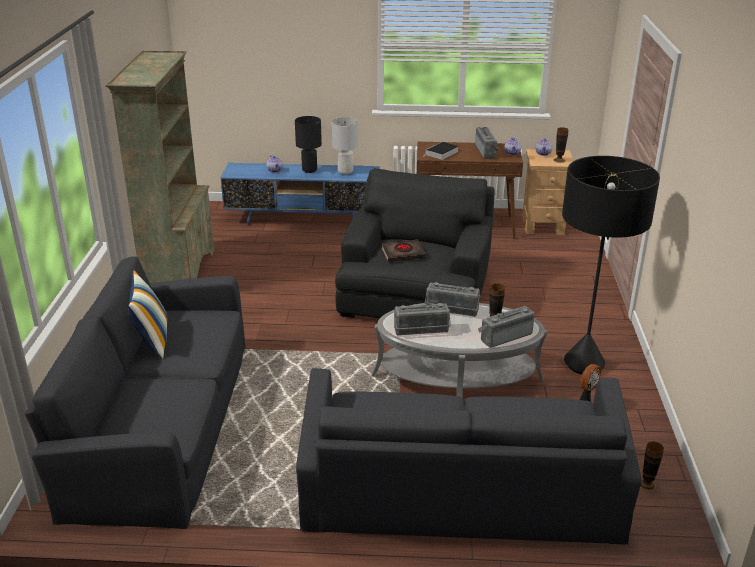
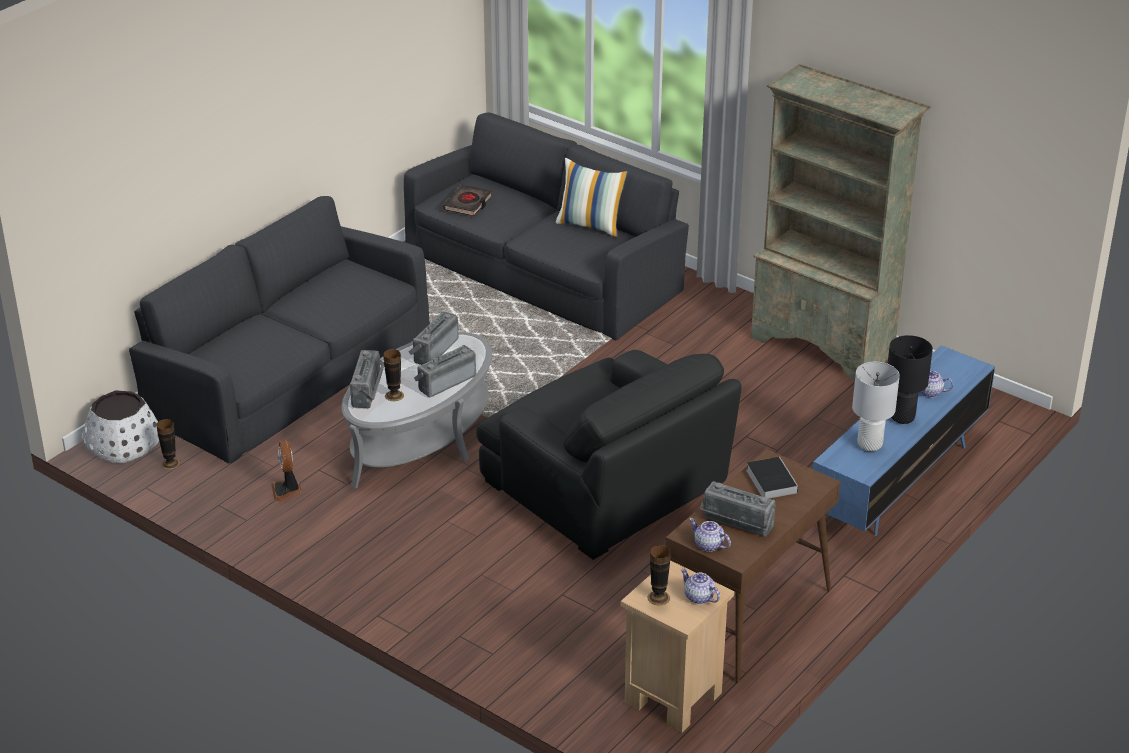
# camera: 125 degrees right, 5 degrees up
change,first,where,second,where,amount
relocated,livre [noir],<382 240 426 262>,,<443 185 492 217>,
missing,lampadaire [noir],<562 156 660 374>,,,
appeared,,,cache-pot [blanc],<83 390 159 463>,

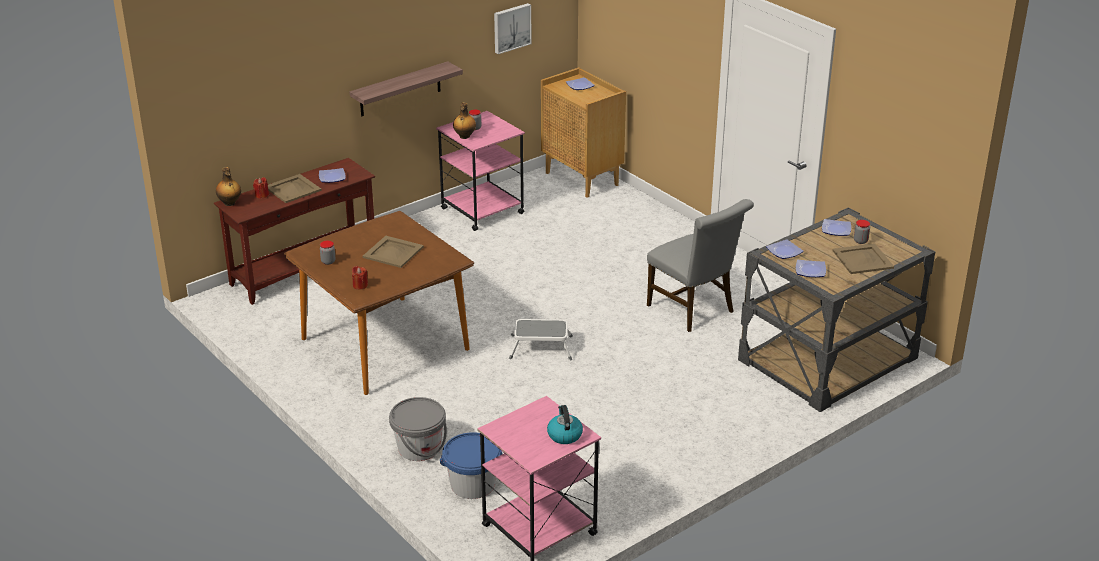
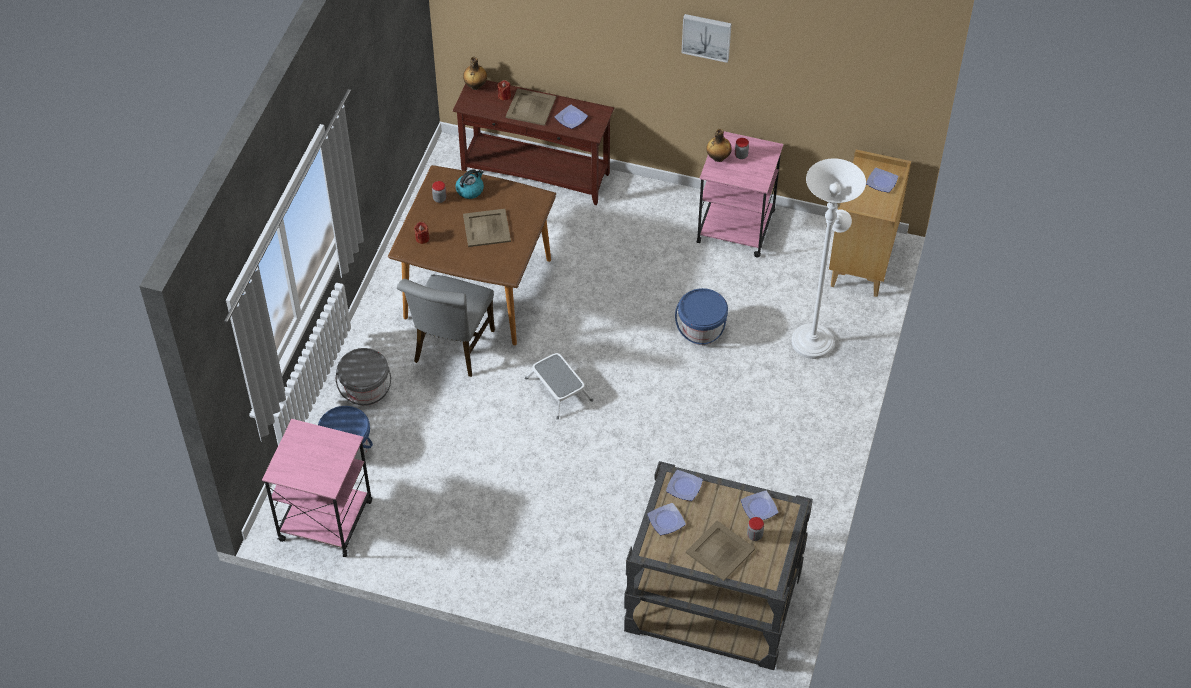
# camera: 55 degrees right, 20 degrees up
change,first,where,second,where,amount
missing,étagère,<349 61 463 116>,,,
relocated,tableau,<494 3 532 54>,,<682 14 732 63>,
relocated,bouilloire,<547 405 583 444>,,<455 169 484 199>,
relocated,chaise [gris],<647 199 754 332>,,<397 275 495 377>,
appeared,,,seau [bleu],<675 288 728 345>,
appeared,,,lampadaire [blanc],<792 159 866 359>,

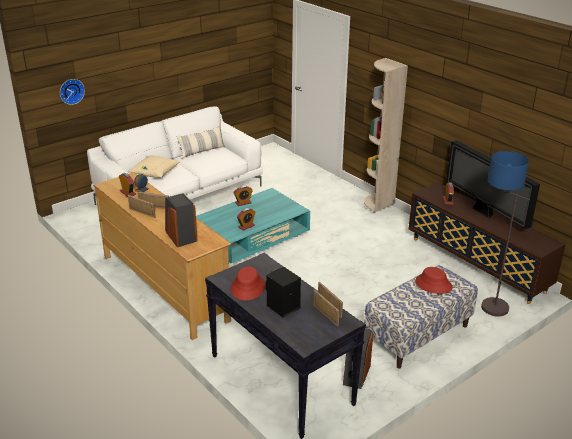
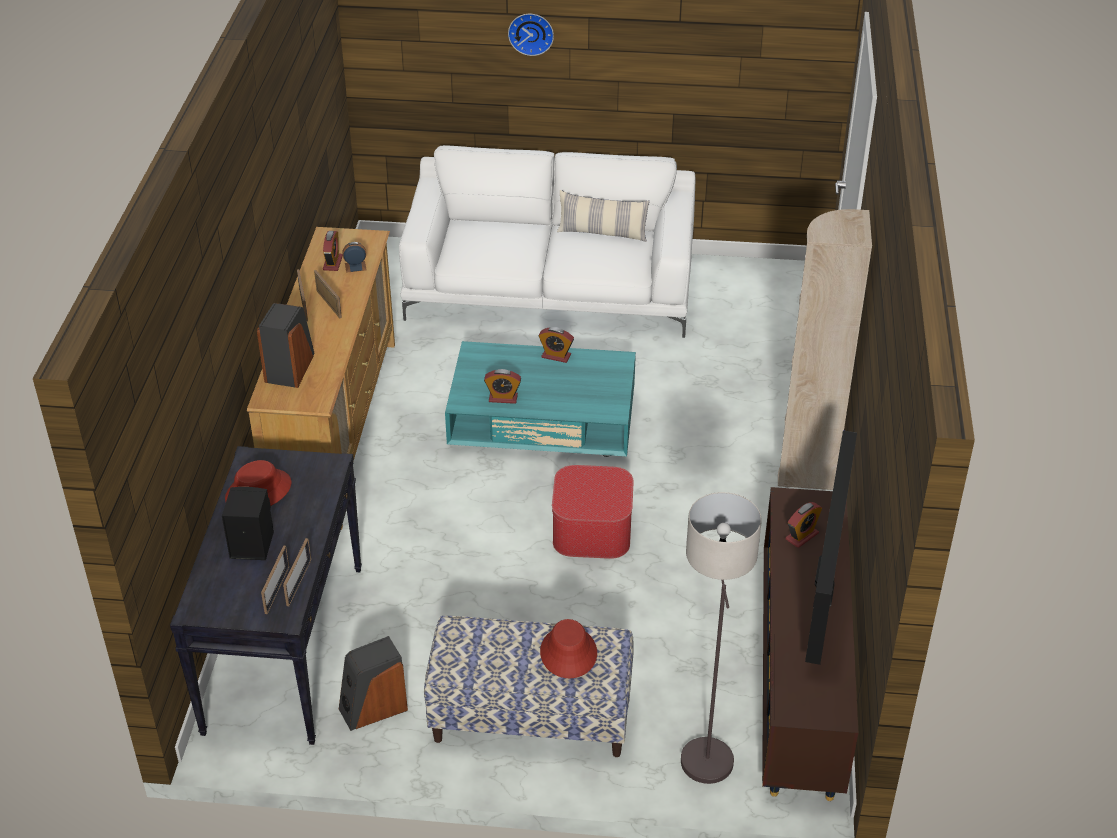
# camera: 45 degrees right, 10 degrees up
change,first,where,second,where,amount
relocated,horloge murale,<60 79 85 105>,,<508 14 554 56>,
missing,coussin [beige],<129 156 180 178>,,,
colour,lampadaire [bleu],<481 151 530 317>,lampadaire [gris],<681 492 762 784>,
appeared,,,pouf,<552 465 634 559>,

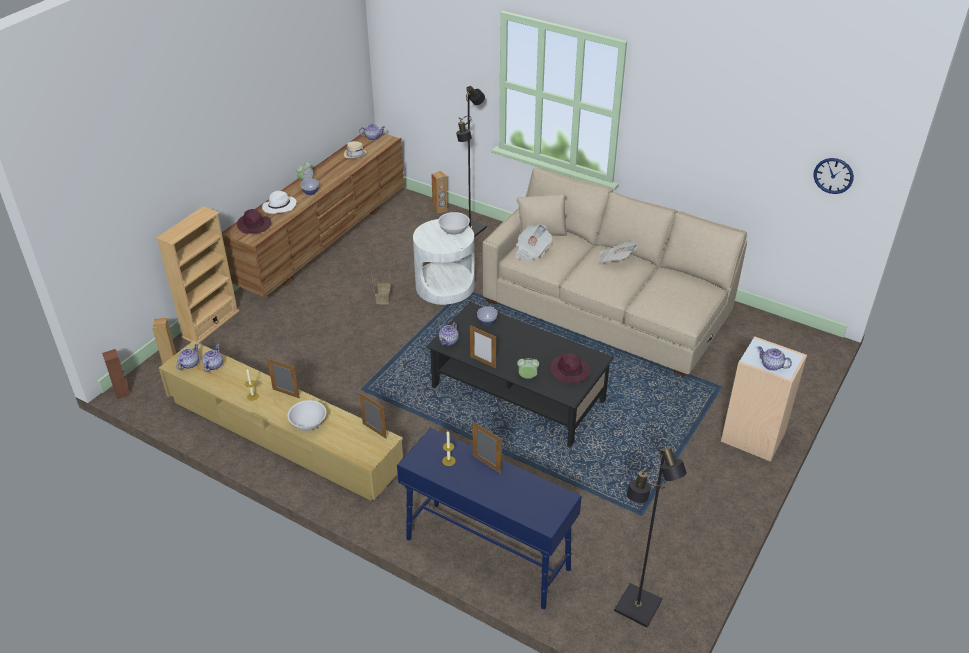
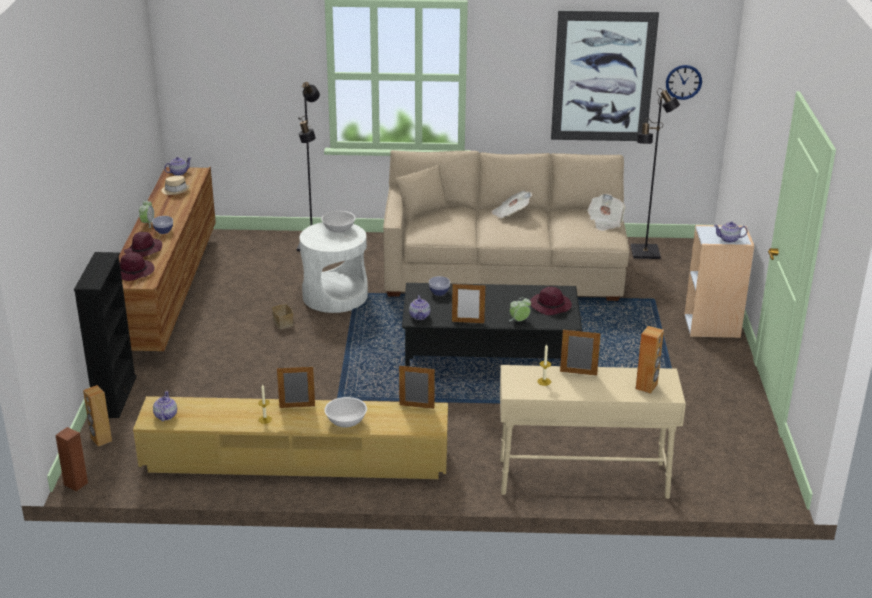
# camera: 30 degrees left, 10 degrees down
change,first,where,second,where,amount
colour,bibliothèque [beige],<156 206 239 343>,bibliothèque [noir],<74 252 137 418>,
missing,théière,<202 344 223 372>,,,
colour,chapeau [blanc],<262 191 297 214>,chapeau [violet],<124 232 162 257>,
colour,table console [bleu],<397 428 582 609>,table console [beige],<500 365 686 499>,
relocated,enceinte [marron],<431 171 448 213>,,<636 326 664 394>,
relocated,journal,<515 224 552 261>,,<587 193 626 231>,
relocated,lampadaire [noir],<614 443 687 627>,,<631 88 680 259>,
appeared,,,tableau,<551 10 659 141>,

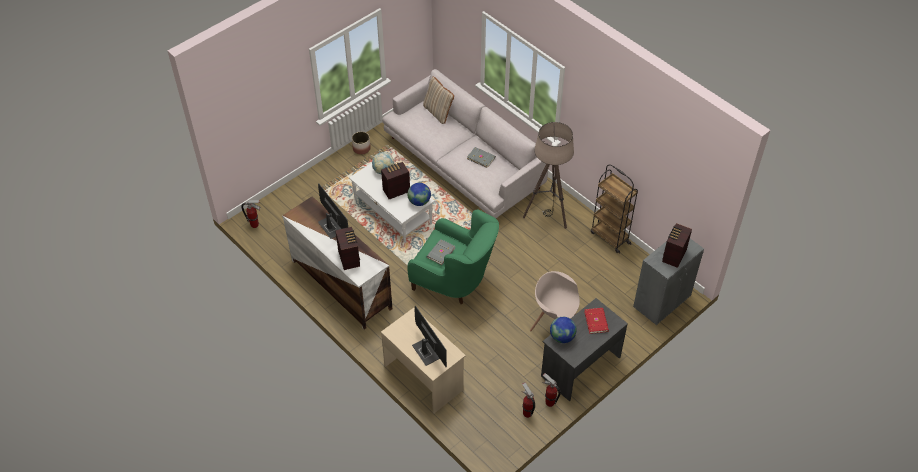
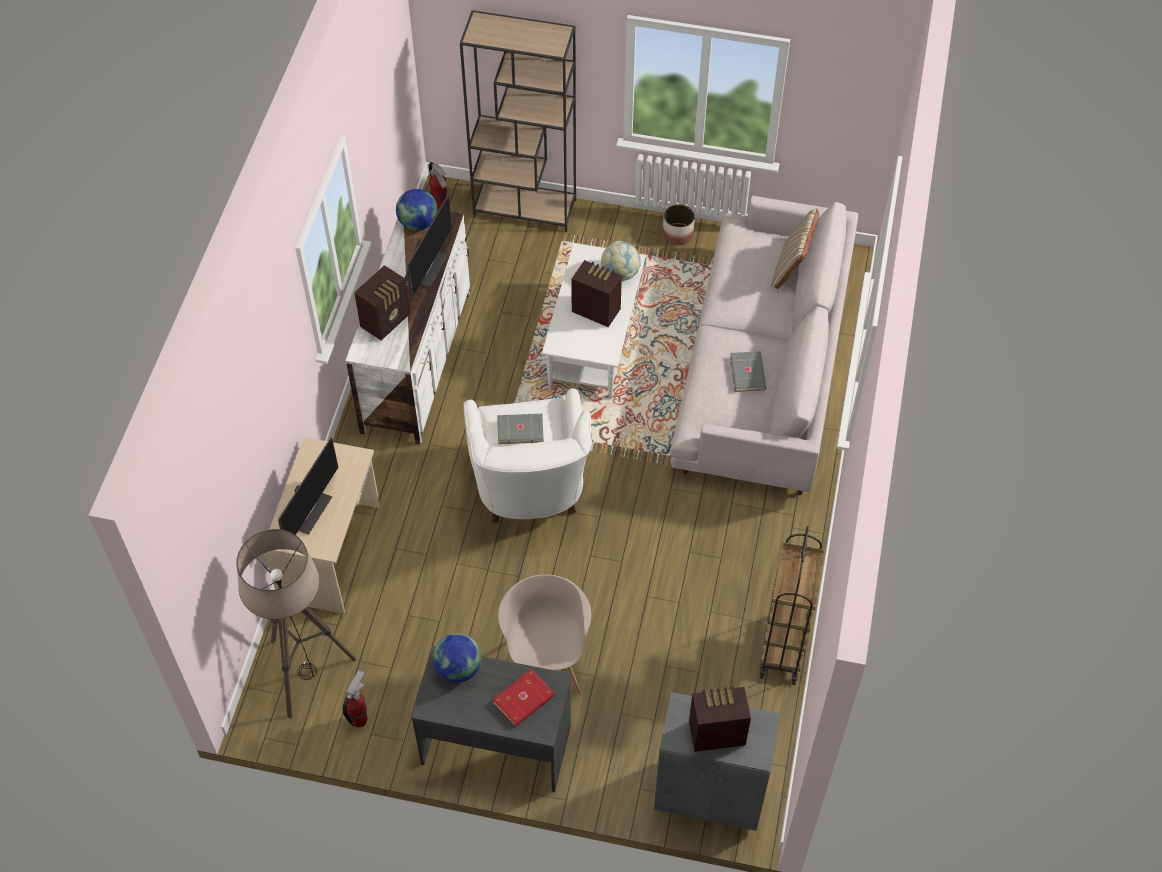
# camera: 55 degrees right, 5 degrees up
change,first,where,second,where,amount
relocated,globe,<407 183 431 206>,,<396 189 438 231>,
colour,fauteuil [vert],<408 210 499 304>,fauteuil [blanc],<464 388 592 523>,
relocated,lampadaire,<523 122 574 229>,,<236 529 356 718>,
missing,extincteur,<542 373 561 407>,,,
appeared,,,bibliothèque,<460 10 576 232>,

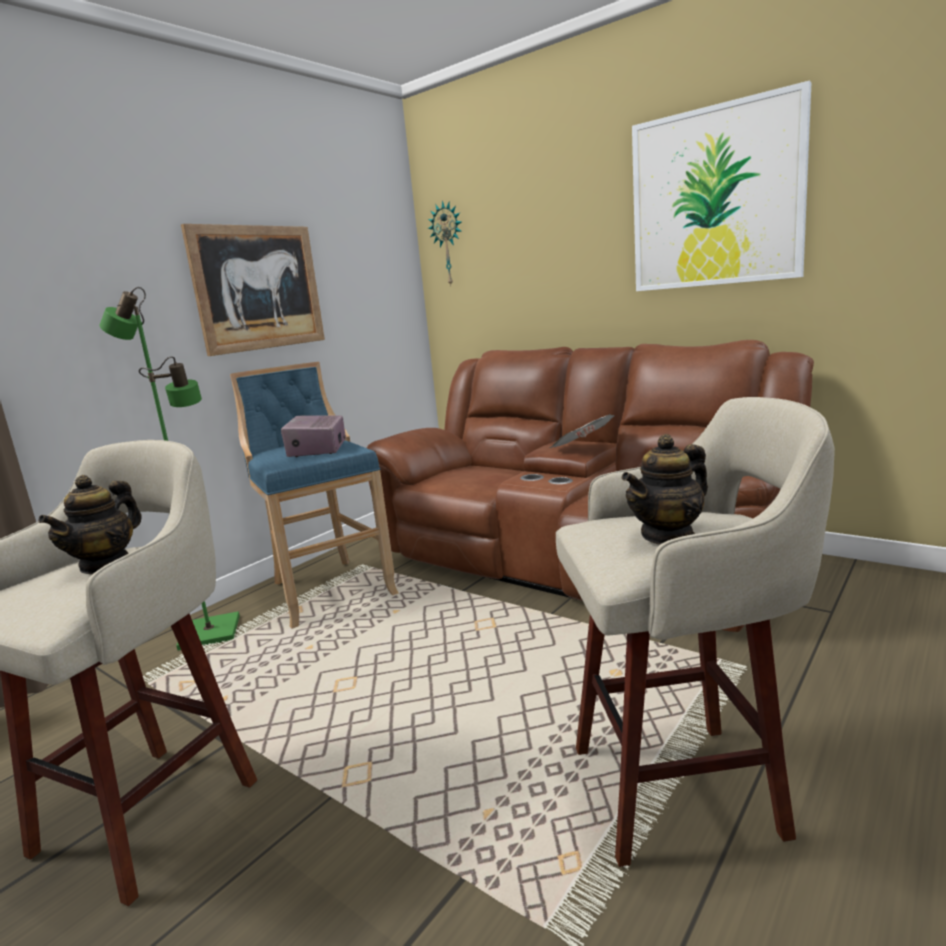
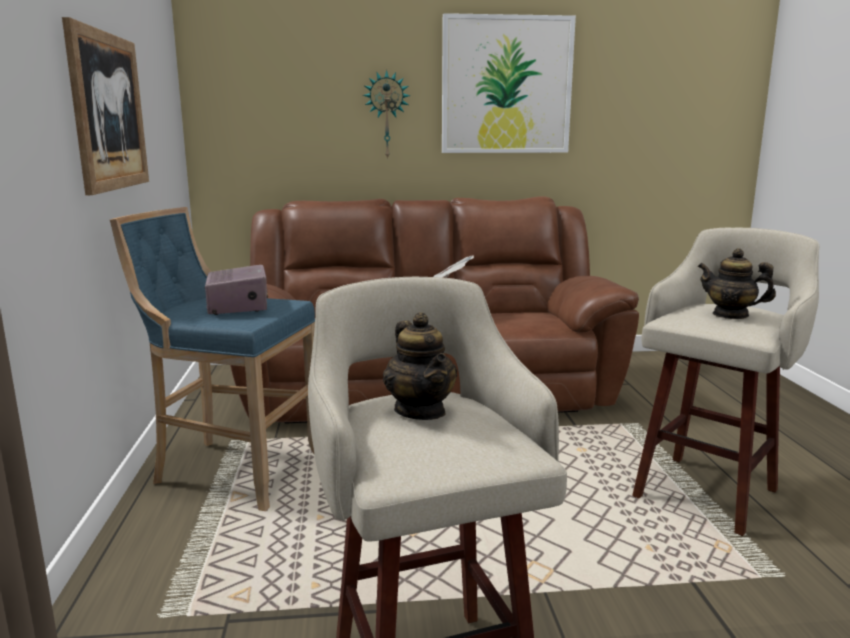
# camera: 45 degrees left, 0 degrees up
change,first,where,second,where,amount
missing,lampadaire [vert],<99 287 240 650>,,,
spun,radio,<281 415 346 457>,,<205 265 268 315>,150 degrees counterclockwise
relocated,horloge murale,<428 200 462 286>,,<363 70 410 160>,
spun,théière,<621 434 708 544>,,<697 248 776 319>,105 degrees clockwise

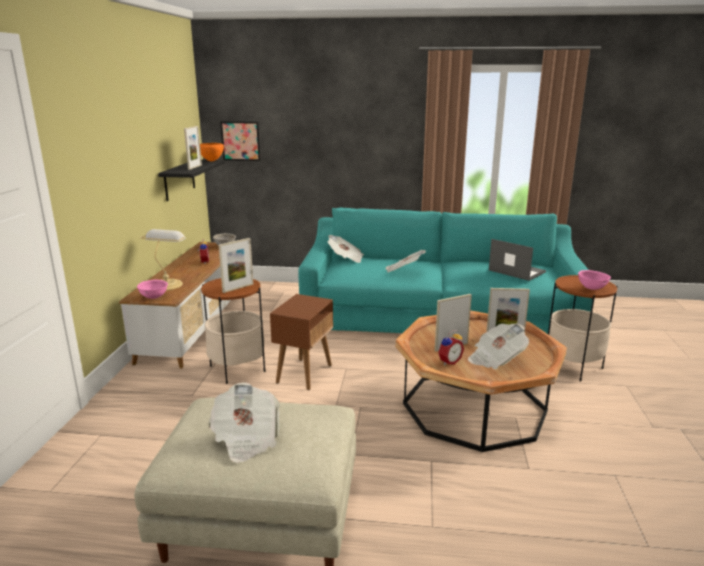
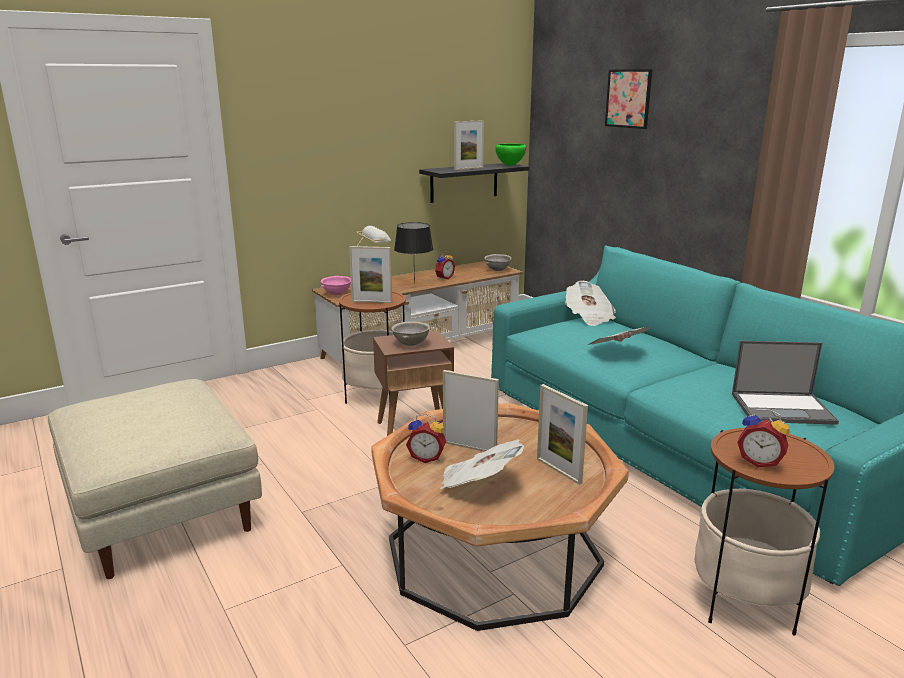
# camera: 50 degrees right, 0 degrees up
change,first,where,second,where,amount
colour,bol [orange],<200 143 224 161>,bol [vert],<495 144 526 166>,
missing,journal,<208 382 280 463>,,,
relocated,tableau,<220 121 260 161>,,<605 69 652 129>,
spun,ordinateur portable,<489 239 546 281>,,<732 341 839 425>,90 degrees clockwise
exchanged,bol [rose],<578 270 611 290>,réveil,<737 409 790 467>,
appeared,,,bol [gris],<391 321 430 346>,
appeared,,,lampe de table [noir],<394 222 433 284>,

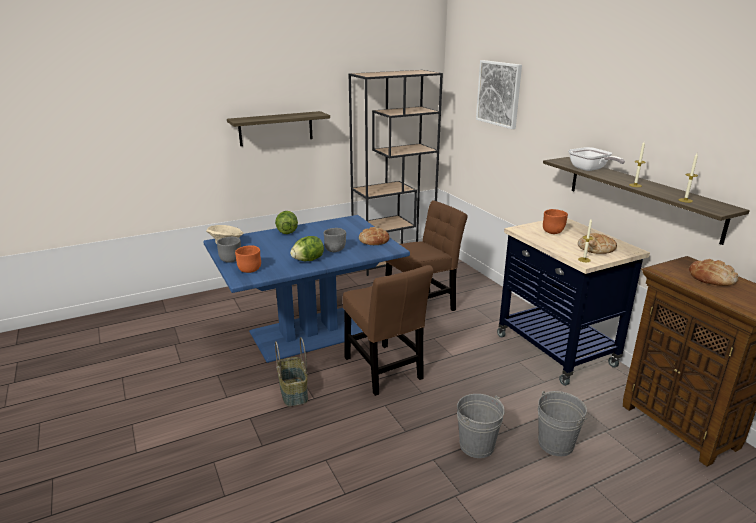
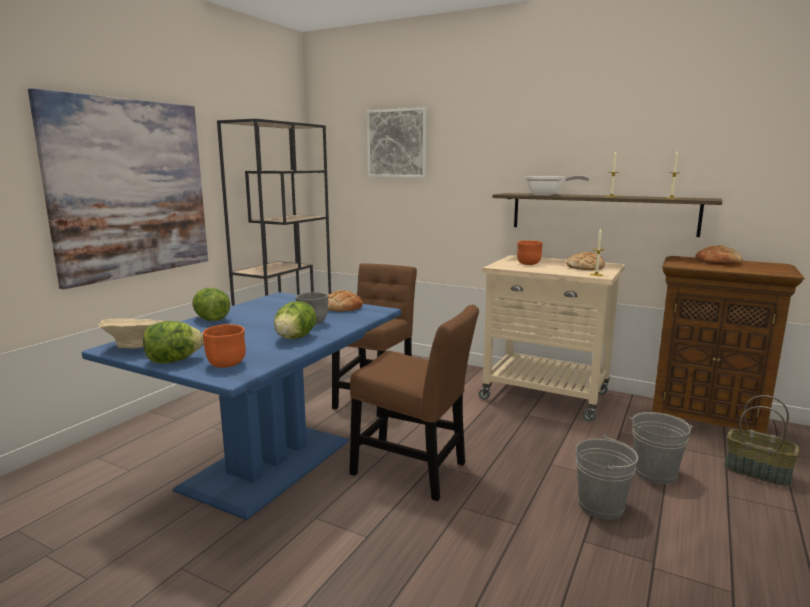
# camera: 35 degrees left, 10 degrees down
change,first,where,second,where,amount
exchanged,bol [gris],<217 237 241 263>,laitue,<143 321 204 363>,
exchanged,étagère,<227 111 330 146>,tableau,<28 88 208 289>,
relocated,panier,<275 337 308 407>,,<724 395 800 487>,
colour,chariot [bleu],<497 218 650 386>,chariot [beige],<479 255 625 422>,

